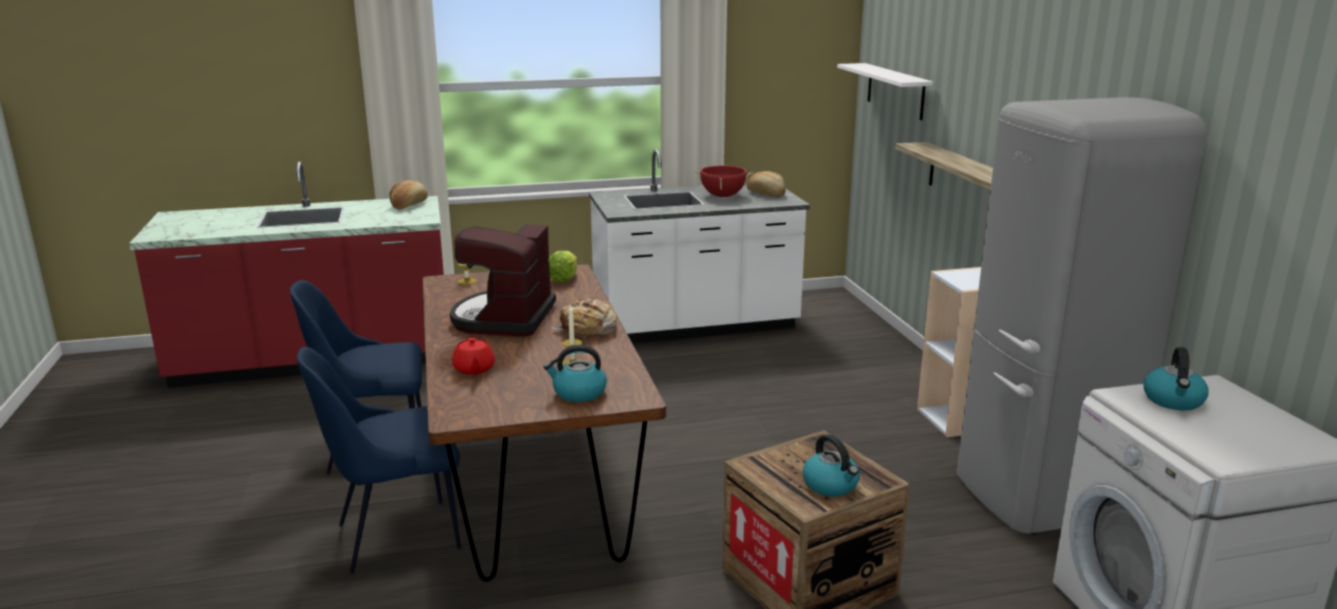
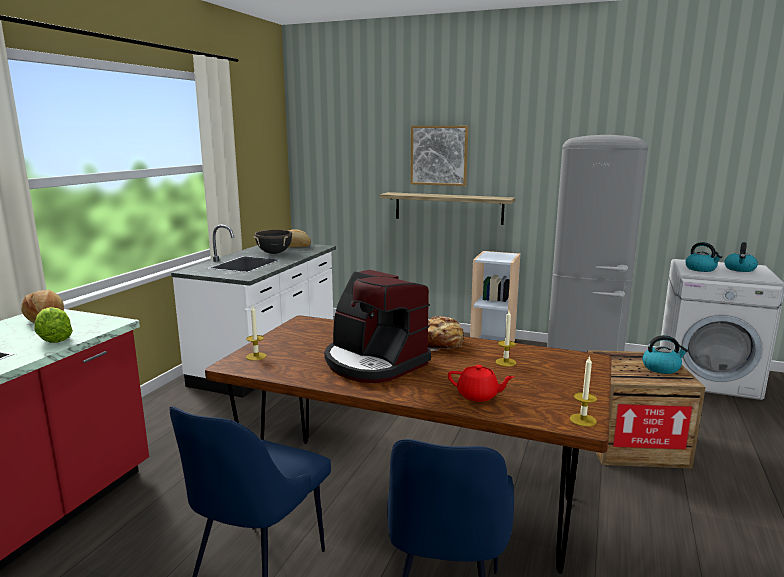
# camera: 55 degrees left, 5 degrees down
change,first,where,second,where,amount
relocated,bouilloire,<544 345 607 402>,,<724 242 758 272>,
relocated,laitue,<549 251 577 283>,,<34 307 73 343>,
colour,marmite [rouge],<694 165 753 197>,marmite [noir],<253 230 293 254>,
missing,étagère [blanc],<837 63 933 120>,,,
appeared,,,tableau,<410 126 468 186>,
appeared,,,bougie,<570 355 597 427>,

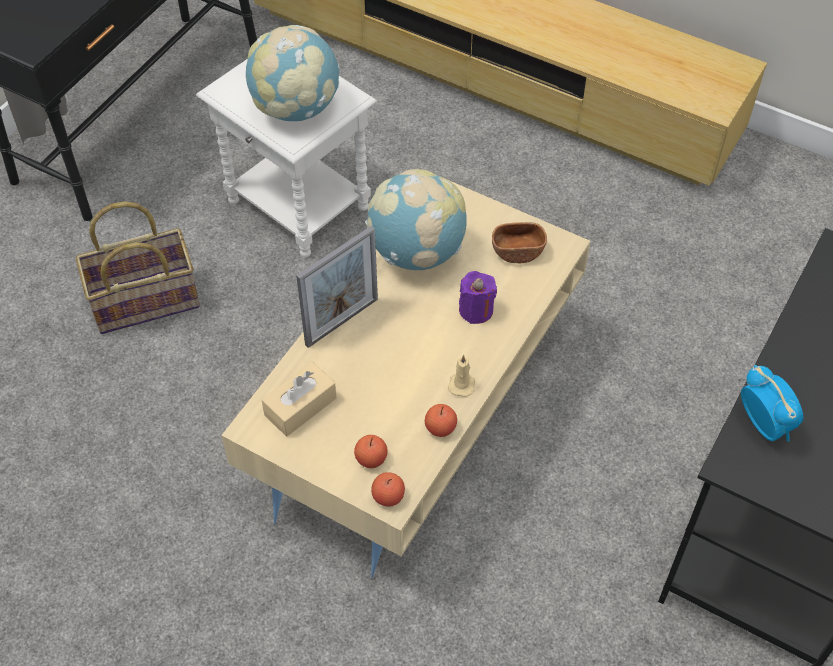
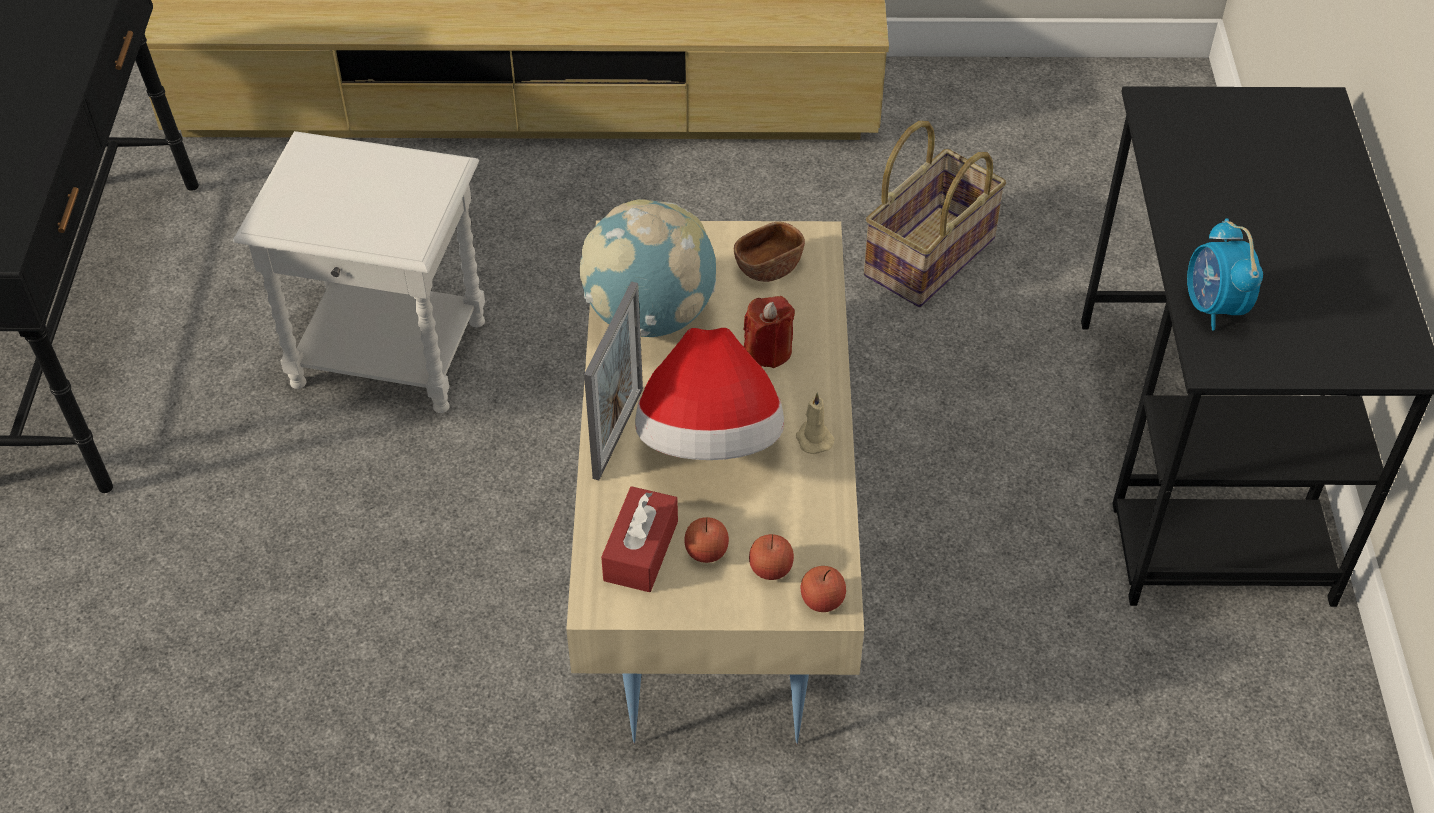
# camera: 30 degrees left, 5 degrees down
change,first,where,second,where,amount
relocated,panier,<76 201 200 334>,,<864 121 1006 307>,
missing,globe,<246 25 340 121>,,,
colour,boîte à mouchoirs [beige],<262 362 337 437>,boîte à mouchoirs [rouge],<601 486 678 592>,
relocated,pomme,<425 404 457 437>,,<684 517 729 563>,
colour,bougie [violet],<459 271 497 324>,bougie [rouge],<744 296 795 368>,
spun,réveil,<741 365 803 442>,,<1187 218 1263 331>,135 degrees counterclockwise
appeared,,,chapeau,<635 328 784 460>,

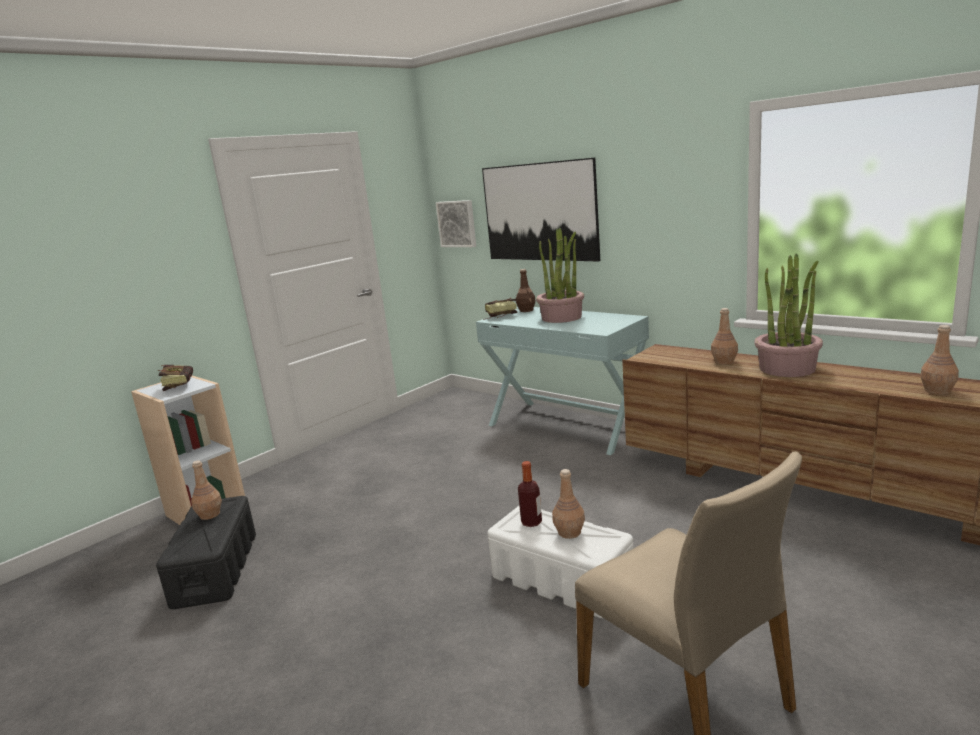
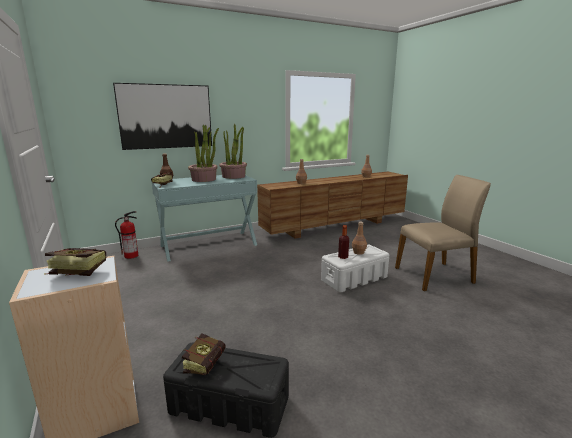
# camera: 70 degrees left, 0 degrees up
change,first,where,second,where,amount
exchanged,bouteille [marron],<191 460 222 520>,livre,<182 333 226 375>,
missing,tableau,<436 200 476 247>,,,
relocated,plante en pot,<754 254 823 377>,,<219 124 247 179>,
appeared,,,extincteur,<115 211 138 259>,

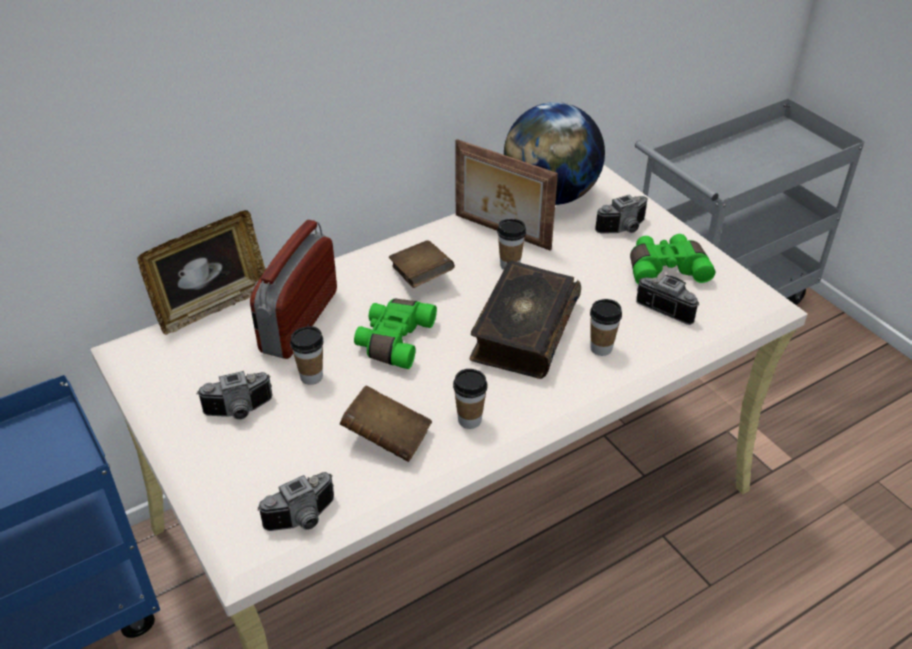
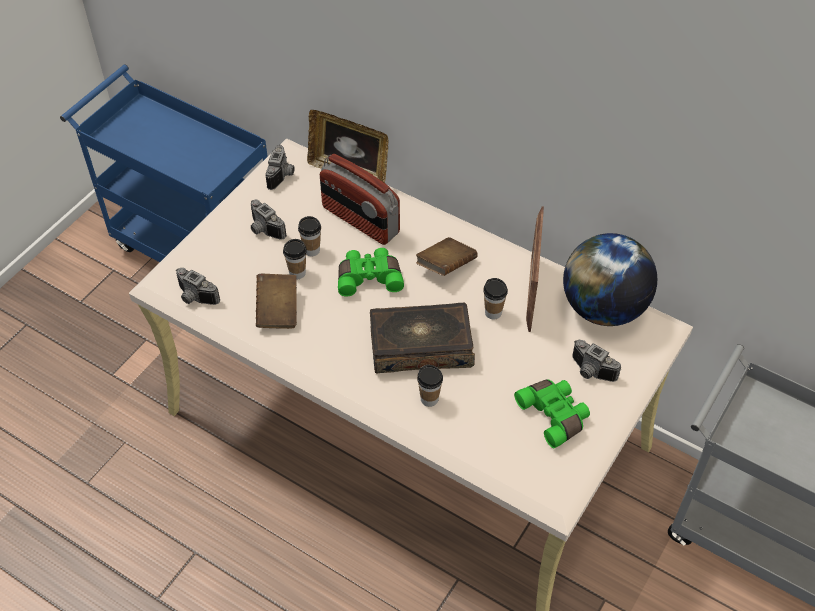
# camera: 65 degrees right, 10 degrees up
change,first,where,second,where,amount
spun,radio,<250 220 337 359>,,<320 154 400 245>,135 degrees counterclockwise
relocated,tasse,<453 369 488 429>,,<283 239 307 279>,
relocated,appareil photo,<636 275 699 325>,,<265 145 294 190>,

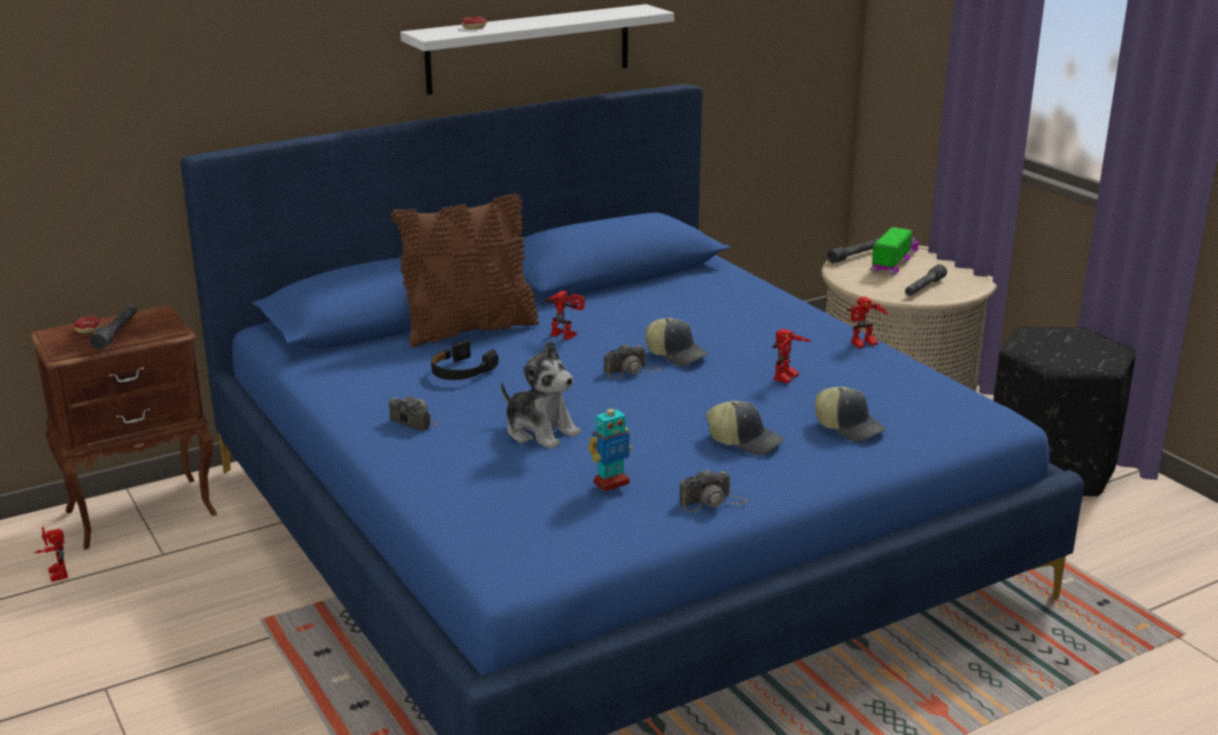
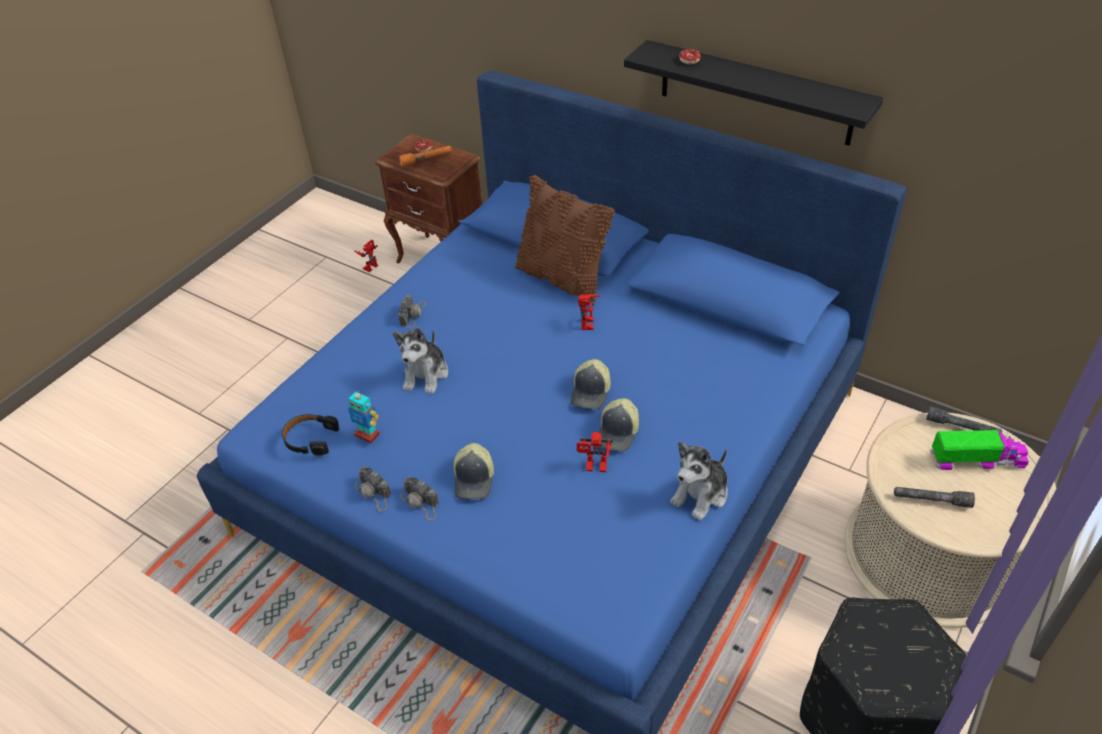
# camera: 65 degrees right, 20 degrees up
change,first,where,second,where,amount
colour,lampe de poche [gris],<89 305 137 350>,lampe de poche [orange],<399 146 452 166>,
colour,étagère [blanc],<400 4 674 95>,étagère [noir],<624 40 883 146>,
relocated,casque audio [noir],<431 340 498 380>,,<282 414 339 456>,
relocated,appareil photo,<604 343 661 378>,,<400 476 439 520>,
relocated,casquette,<815 387 886 442>,,<599 398 639 452>,
exchanged,robot jouet,<847 297 888 348>,peluche,<670 442 728 521>,

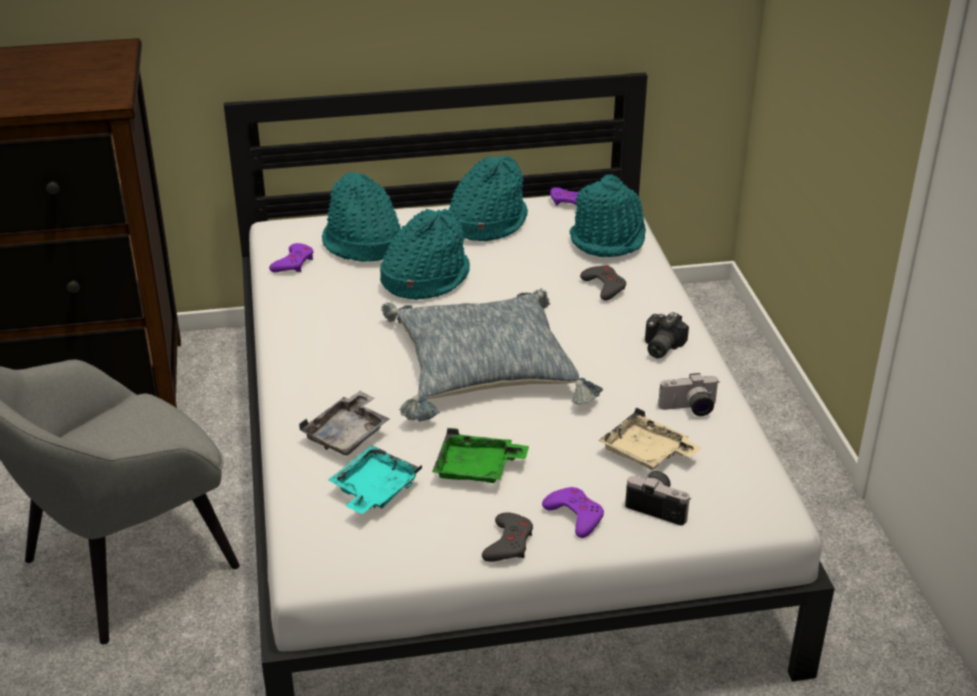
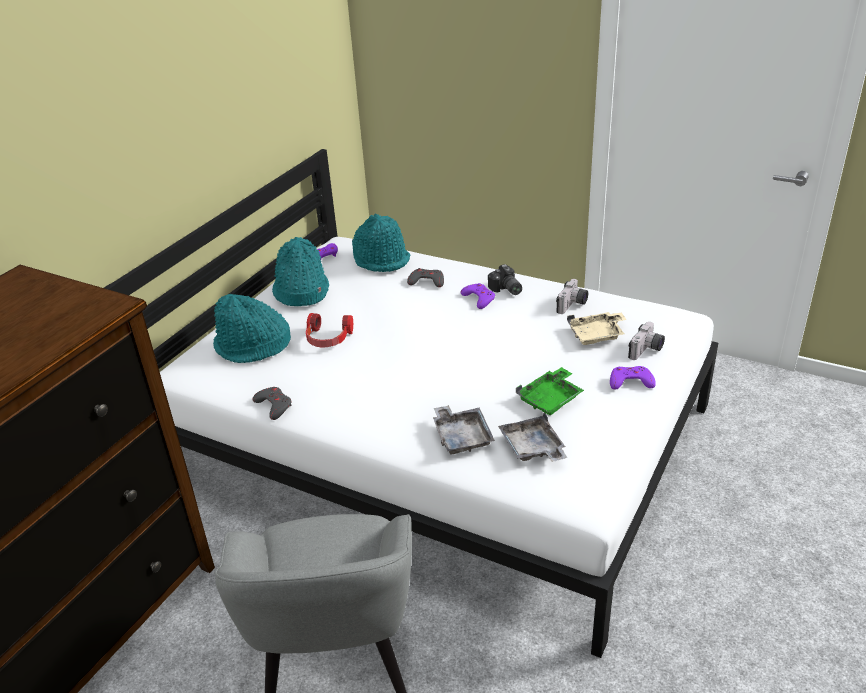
# camera: 50 degrees left, 0 degrees up
change,first,where,second,where,amount
relocated,manette [violet],<269 243 313 273>,,<460 283 495 309>,
colour,plateau [turquoise],<328 445 422 514>,plateau [gris],<498 412 568 462>,
exchanged,chapeau [turquoise],<380 209 470 300>,casque audio,<306 313 353 347>,
missing,coussin,<382 288 603 422>,,,
relocated,manette [gris],<482 512 533 562>,,<252 387 292 420>,
spun,appareil photo,<625 471 690 525>,,<628 322 665 360>,150 degrees clockwise

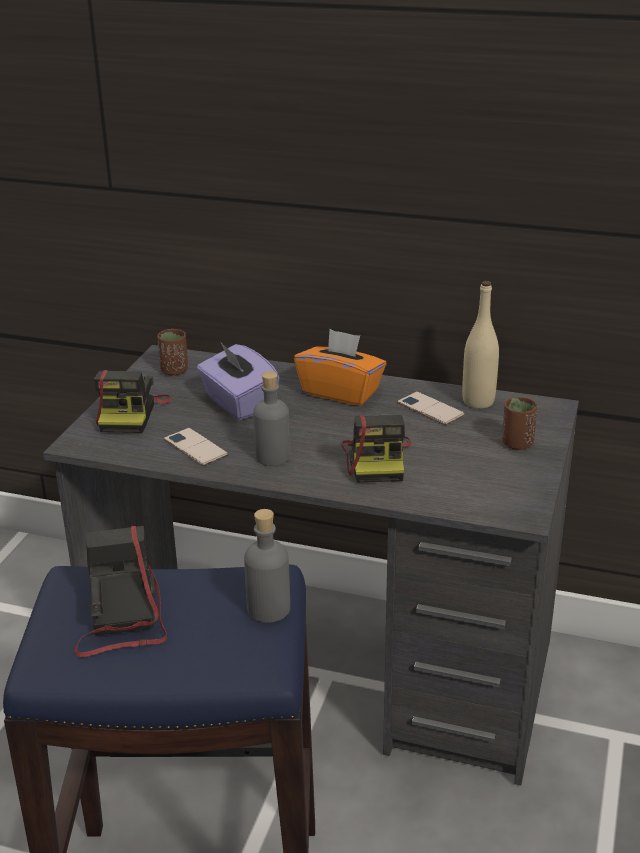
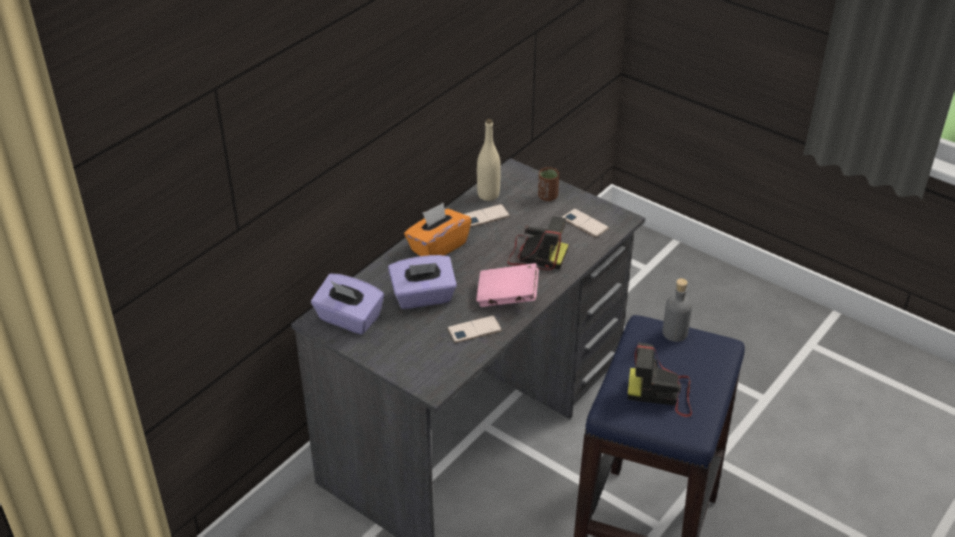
# camera: 70 degrees left, 10 degrees up
change,first,where,second,where,amount
missing,appareil photo,<94 370 171 433>,,,
exchanged,tasse [marron],<157 329 188 376>,boîte à mouchoirs [violet],<311 274 384 335>,
exchanged,bouteille [gris],<253 371 290 466>,livre [rose],<476 263 539 307>,
appeared,,,téléphone,<561 208 609 237>,

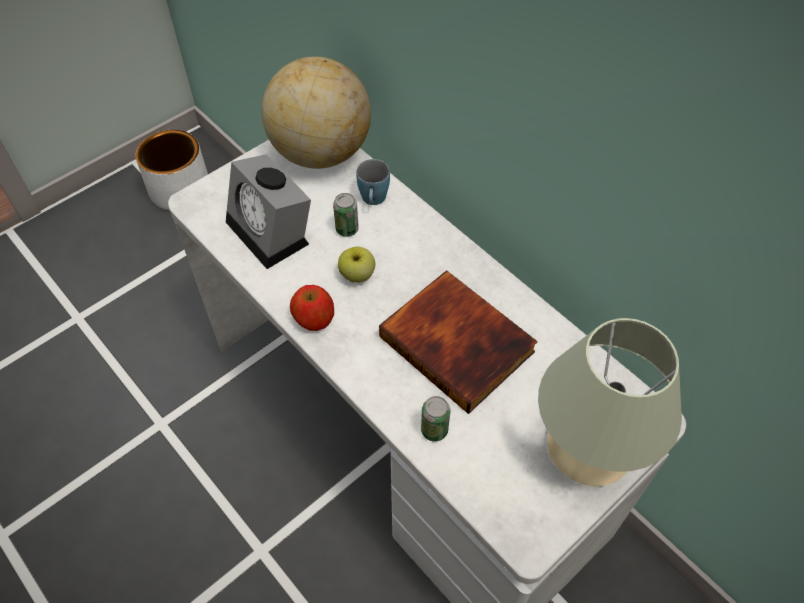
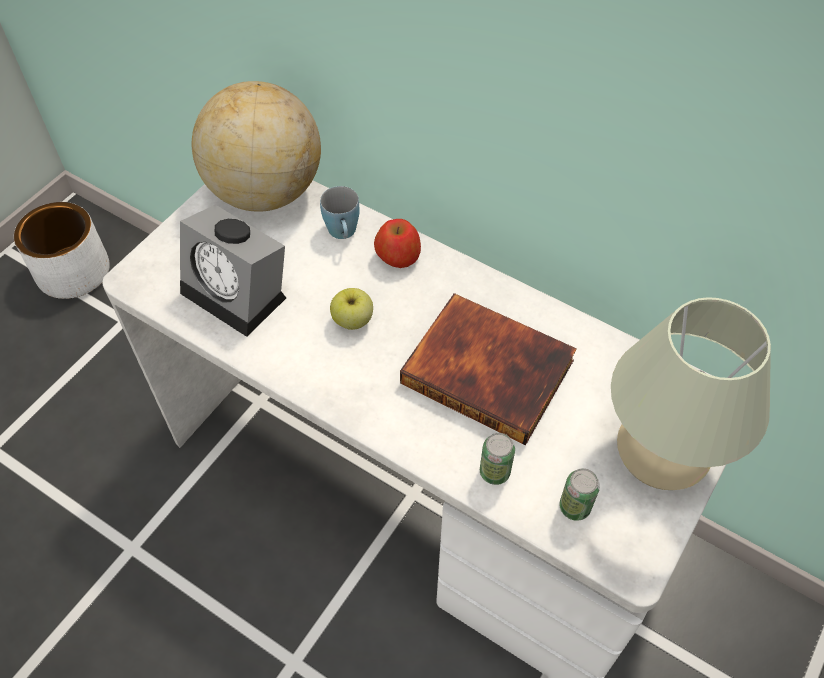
# camera: 15 degrees left, 0 degrees up
change,first,where,second,where,amount
relocated,pomme,<290 285 334 331>,,<374 219 421 268>,
relocated,boîte métallique,<333 193 359 237>,,<559 468 600 521>,

